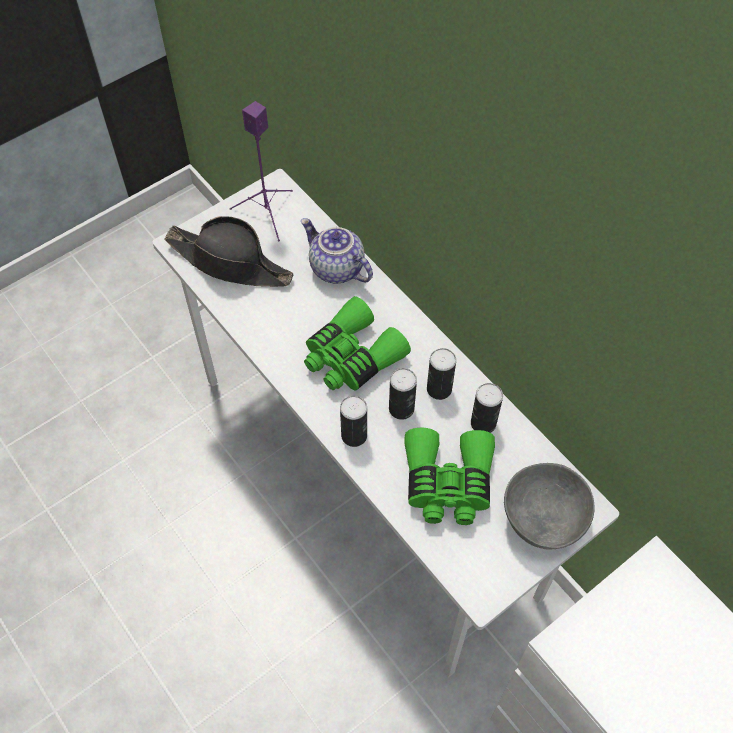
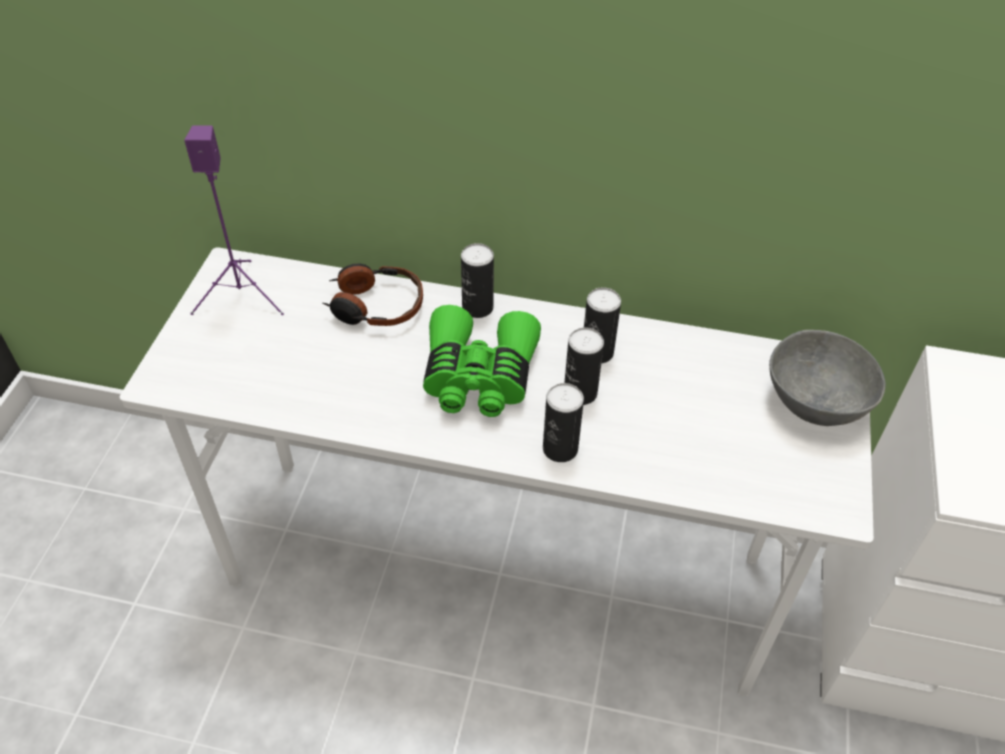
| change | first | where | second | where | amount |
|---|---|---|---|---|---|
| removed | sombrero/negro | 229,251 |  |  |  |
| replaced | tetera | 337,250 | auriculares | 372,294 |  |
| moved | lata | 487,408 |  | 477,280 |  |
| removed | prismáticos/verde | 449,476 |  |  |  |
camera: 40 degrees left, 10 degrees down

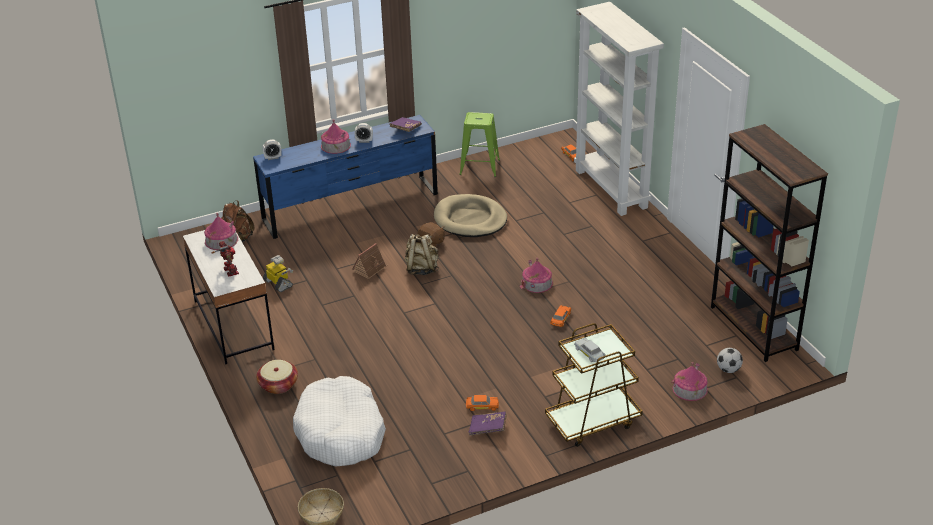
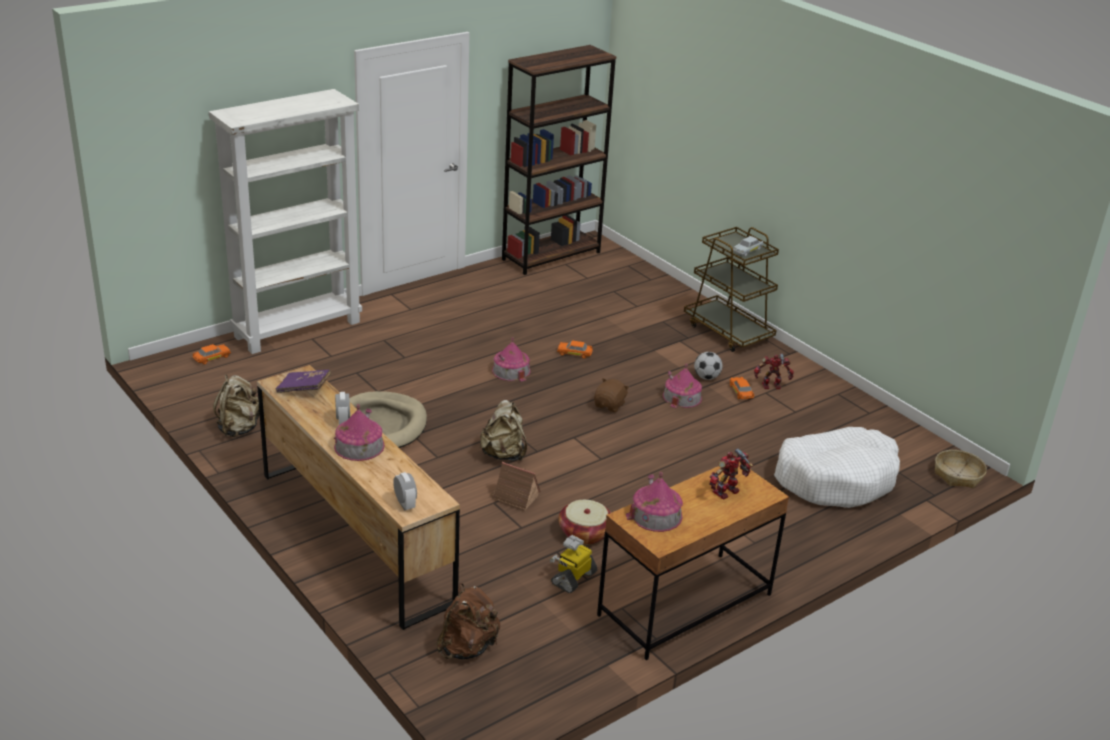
| change | first | where | second | where | amount |
|---|---|---|---|---|---|
| replaced | taburete/verde | 479,144 | mochila/beis | 236,405 |  |
| recoloured | cómoda/azul | 345,177 | cómoda/marrón | 358,497 |  |
| moved | peluche/marrón | 431,234 |  | 612,395 |  |
| recoloured | escritorio/blanco | 229,297 | escritorio/marrón | 693,561 |  |
| moved | balón de fútbol | 730,360 |  | 708,366 |  |
| moved | cesta | 277,377 |  | 584,522 |  |
| moved | casita | 689,381 |  | 682,386 |  |
| replaced | libro/morado | 488,423 | robot de juguete | 774,371 |  |
camera: 105 degrees left, 5 degrees down

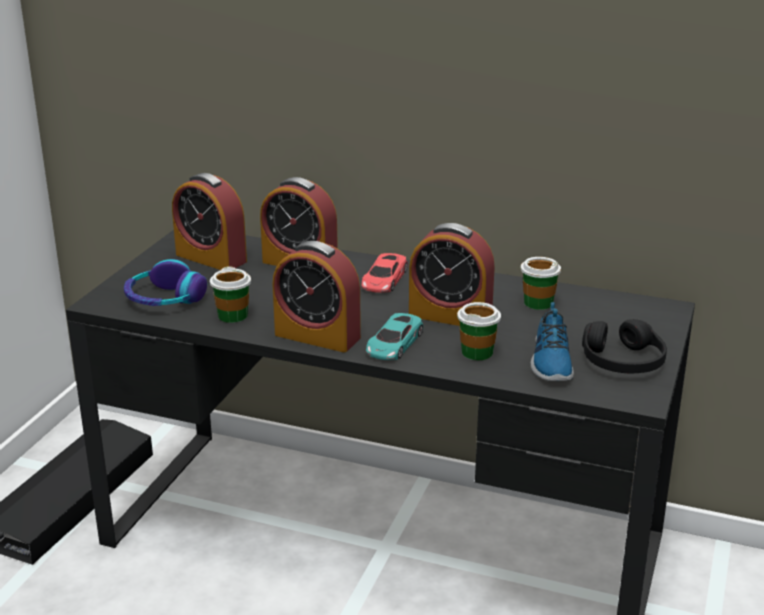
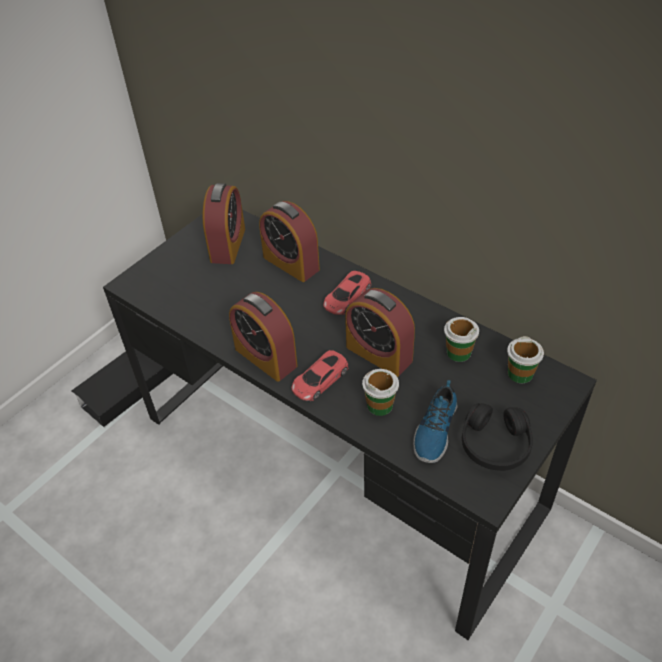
| change | first | where | second | where | amount |
|---|---|---|---|---|---|
| turned | despertador | 209,221 |  | 224,223 | 135 degrees counterclockwise |
| removed | auriculares | 165,282 |  |  |  |
| moved | taza | 230,294 |  | 525,359 |  |
| recoloured | coche de juguete/turquesa | 394,336 | coche de juguete/rojo | 320,375 |  |
camera: 20 degrees right, 20 degrees up

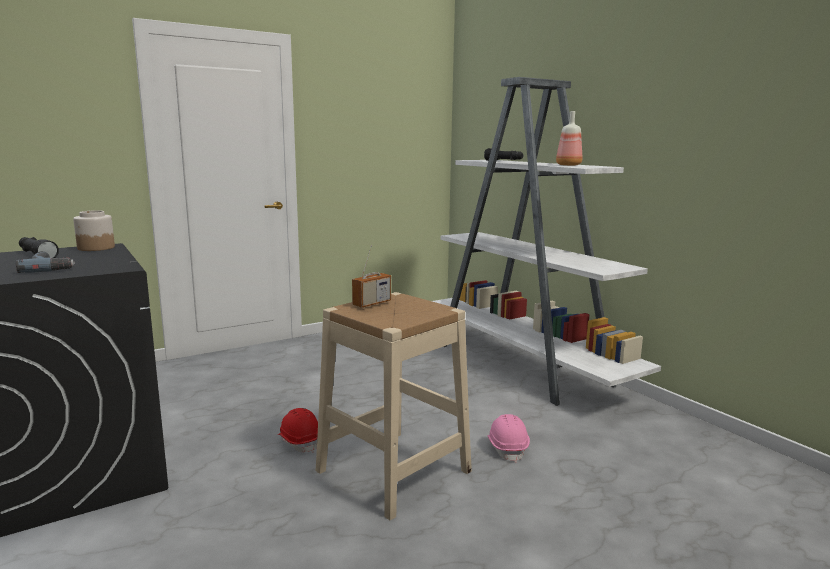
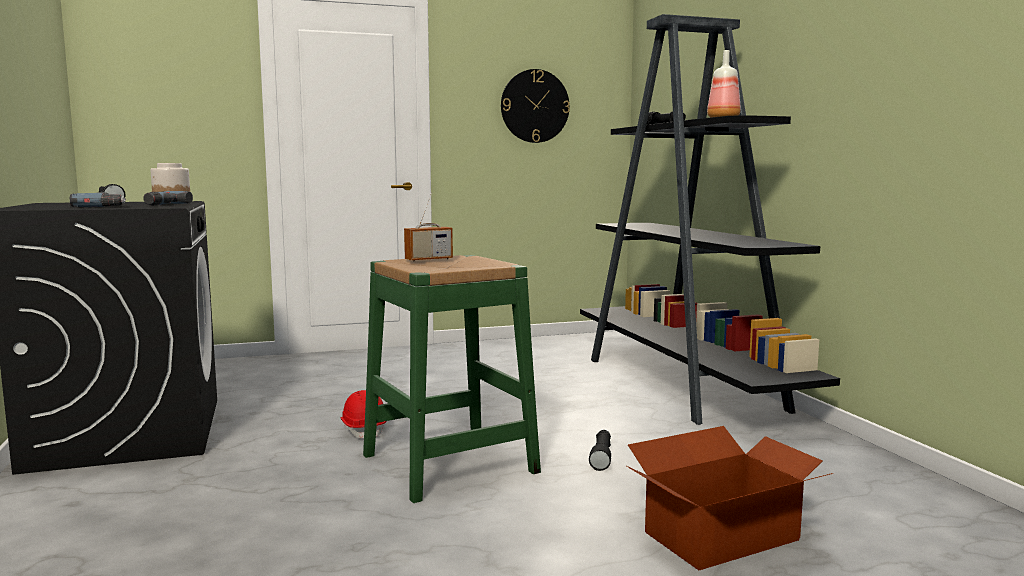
| change | first | where | second | where | amount |
|---|---|---|---|---|---|
| recoloured | estantería/blanco | 546,241 | estantería/negro | 710,219 |  |
| recoloured | taburete/beis | 394,406 | taburete/verde | 452,379 |  |
| replaced | casco/rosa | 508,438 | linterna/negro | 600,450 |  |
| added |  |  | reloj de pared | 535,106 |  |
| added |  |  | taladro | 168,198 |  |
| added |  |  | caja de cartón | 730,498 |  |
camera: 15 degrees right, 5 degrees down

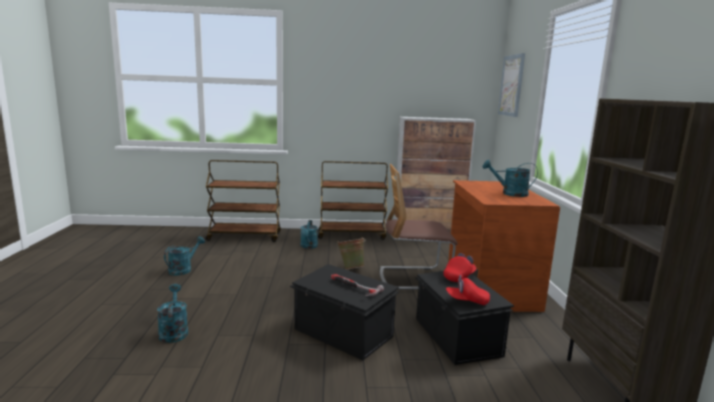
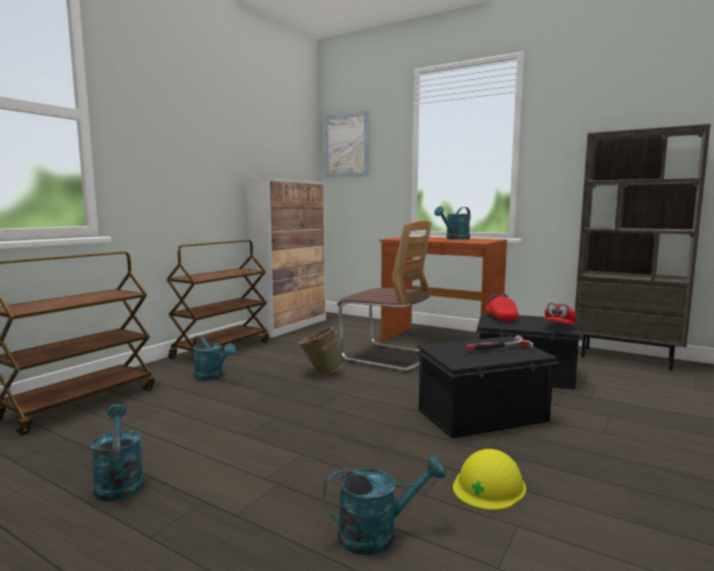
| change | first | where | second | where | amount |
|---|---|---|---|---|---|
| turned | silla | 418,226 |  | 384,296 | 90 degrees counterclockwise |
| turned | regadera/turquesa | 172,313 |  | 384,505 | 150 degrees clockwise |
| added |  |  | casco/amarillo | 489,479 |  |
camera: 55 degrees left, 5 degrees down

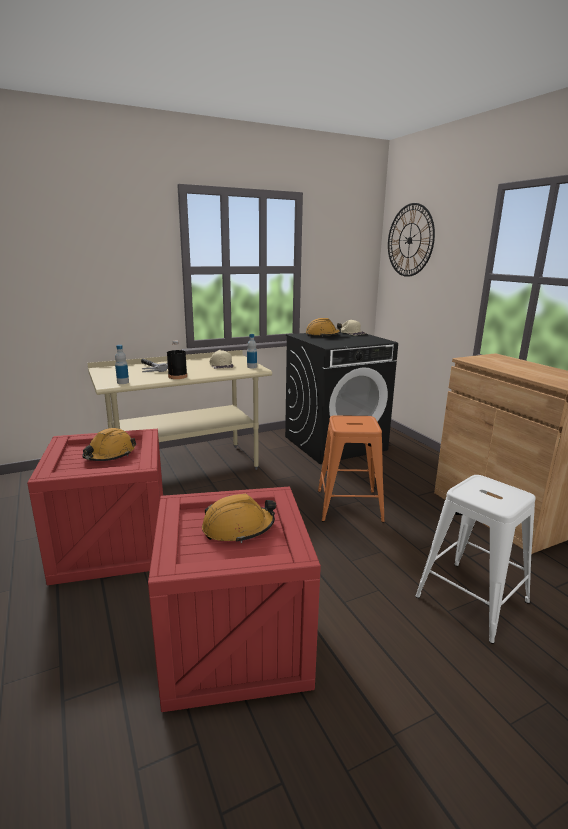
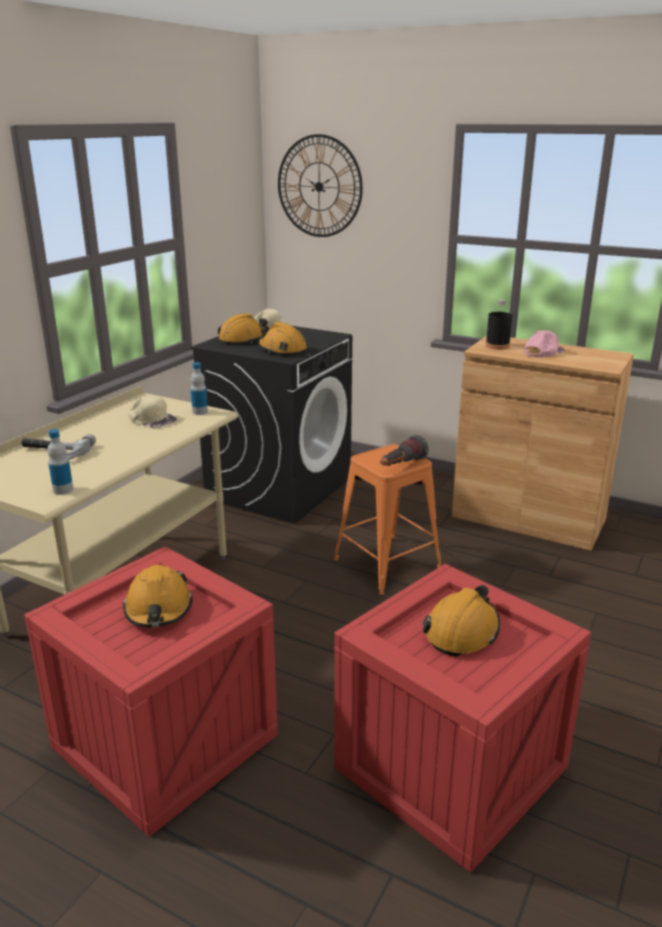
| change | first | where | second | where | amount |
|---|---|---|---|---|---|
| moved | botella/negro | 177,360 |  | 498,325 |  |
| removed | taburete/blanco | 475,559 |  |  |  |
| added |  |  | casco/naranja | 282,339 |  |
| added |  |  | gorra/rosa | 544,344 |  |
| added |  |  | linterna | 404,450 |  |
camera: 35 degrees left, 5 degrees up

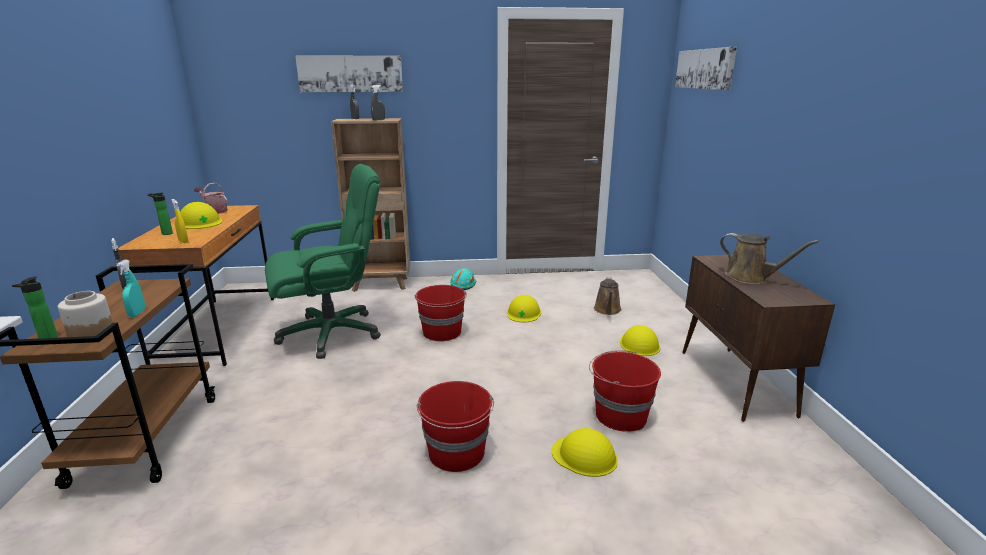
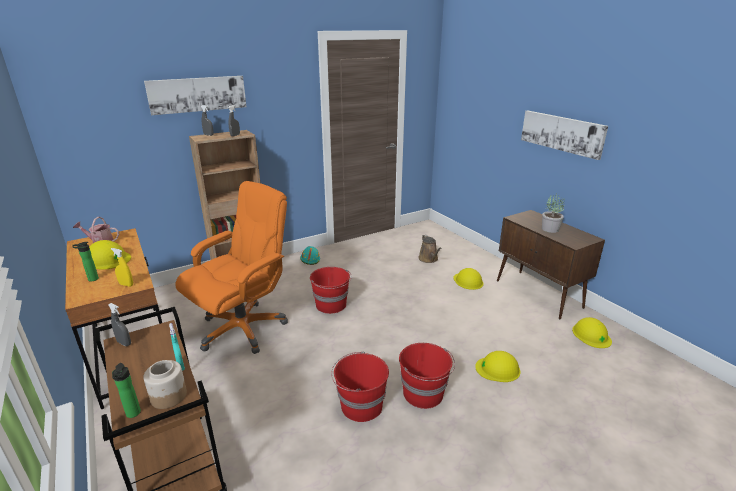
| change | first | where | second | where | amount |
|---|---|---|---|---|---|
| moved | cuadro | 706,68 |  | 564,135 |  |
| recoloured | silla de oficina/verde | 323,261 | silla de oficina/naranja | 231,267 |  |
| replaced | regadera/marrón | 769,258 | planta en maceta | 553,213 |  |
| moved | casco/amarillo | 524,308 |  | 592,332 |  |
| moved | cubo/rojo | 625,391 |  | 360,387 |  |
camera: 25 degrees left, 5 degrees up

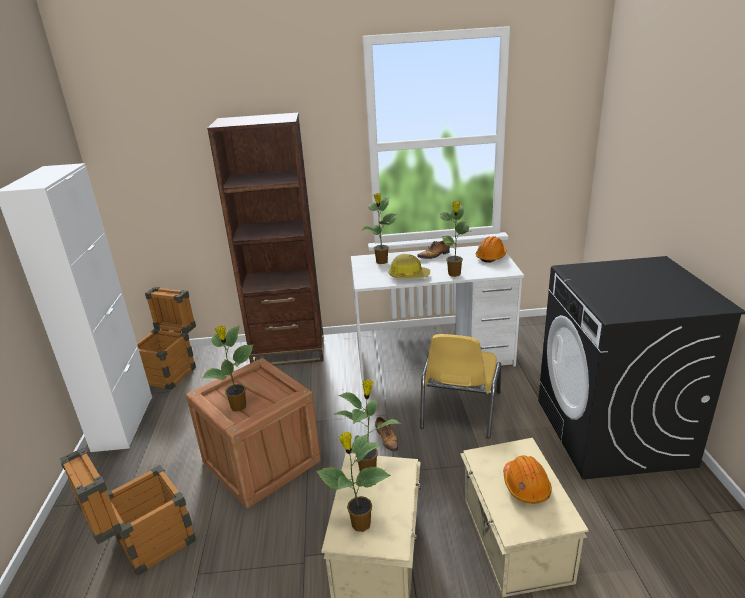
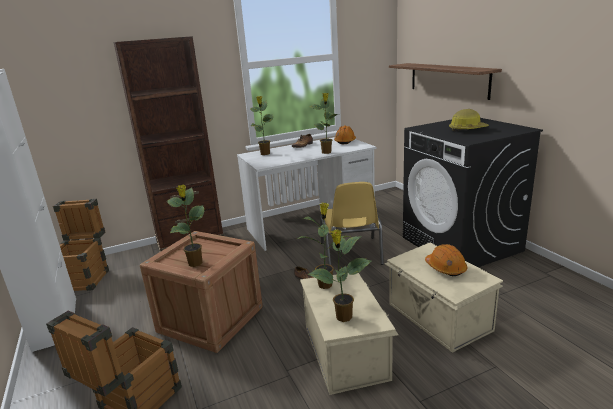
| change | first | where | second | where | amount |
|---|---|---|---|---|---|
| moved | casco | 409,266 |  | 469,120 |  |
| added |  |  | estante | 445,81 |  |
camera: 20 degrees left, 5 degrees down

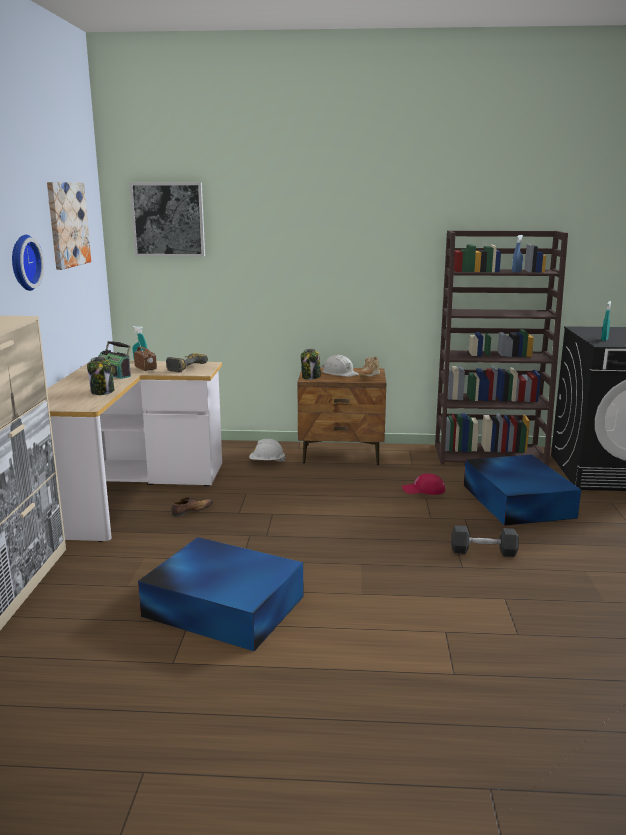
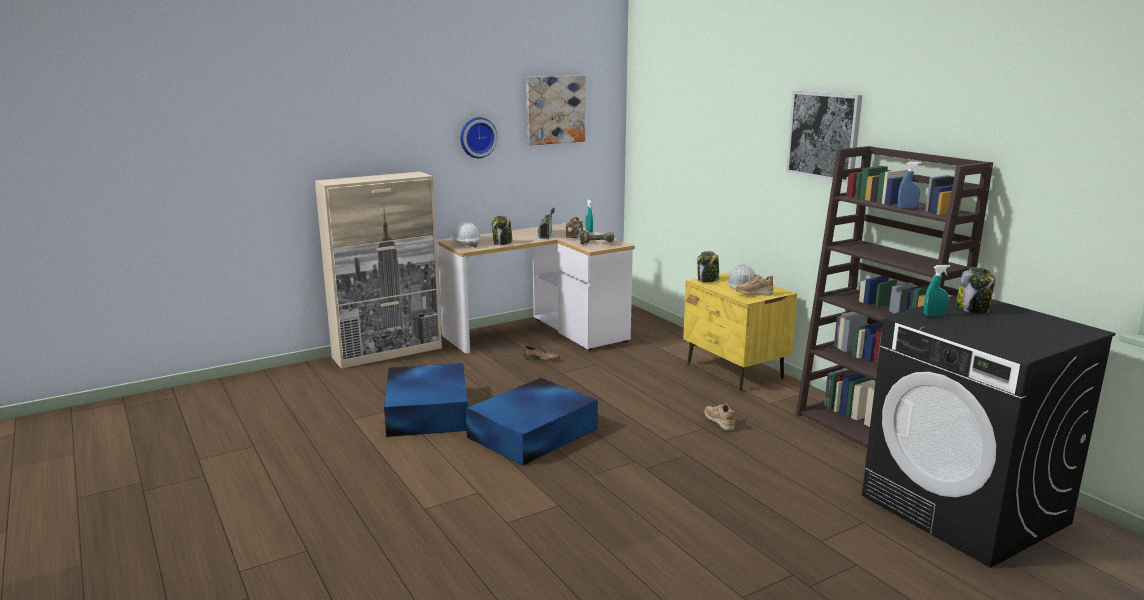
| change | first | where | second | where | amount |
|---|---|---|---|---|---|
| moved | cuadro | 167,219 |  | 824,137 |  |
| recoloured | mesita de noche/marrón | 342,416 | mesita de noche/amarillo | 740,331 |  |
| moved | casco/blanco | 267,450 |  | 465,234 |  |
| moved | caja de almacenaje/azul | 522,490 |  | 532,421 |  |
| replaced | gorra/rojo | 423,484 | zapato/beis | 719,417 |  |
| removed | mancuerna/gris | 485,541 |  |  |  |
| added |  |  | tarro | 975,290 |  |
camera: 55 degrees right, 0 degrees up

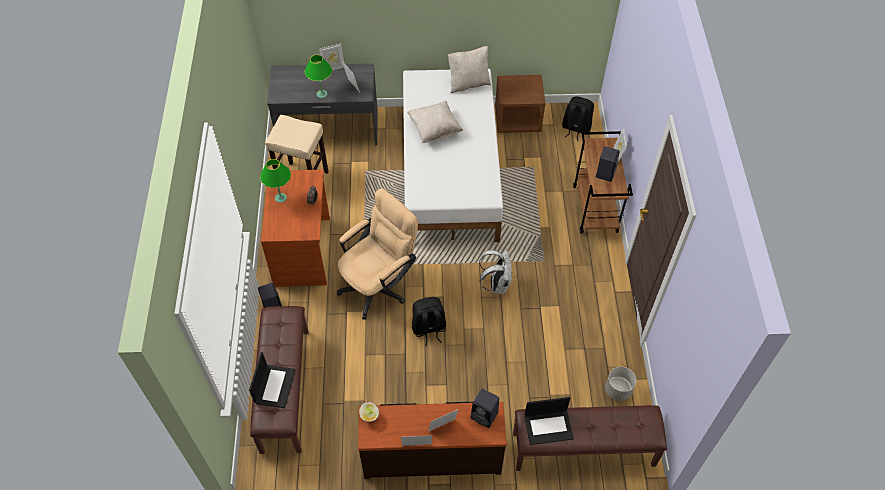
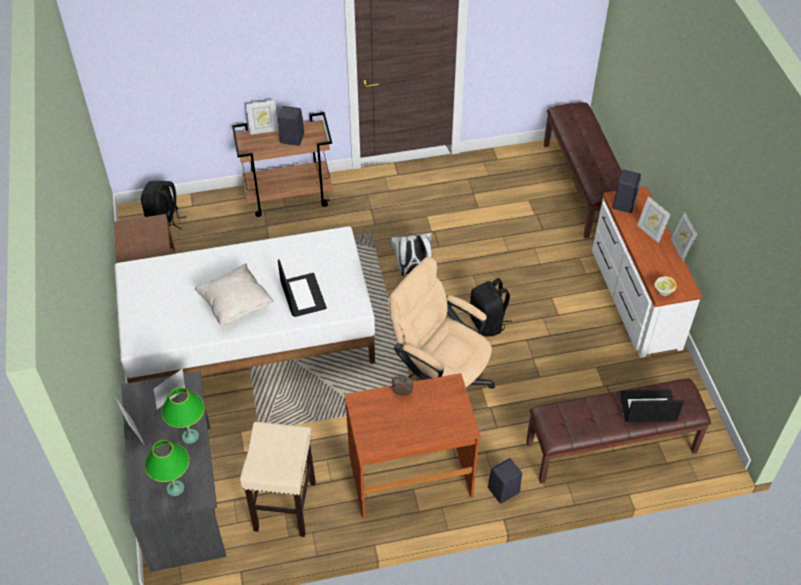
| change | first | where | second | where | amount |
|---|---|---|---|---|---|
| removed | cojín/beis | 469,69 |  |  |  |
| moved | lámpara de mesa/verde | 275,181 |  | 167,468 |  |
| removed | maceta/gris | 620,383 |  |  |  |
| moved | portátil | 549,421 |  | 302,288 |  |
| recoloured | cómoda/marrón | 432,440 | cómoda/blanco | 647,272 |  |
camera: 100 degrees left, 5 degrees down

